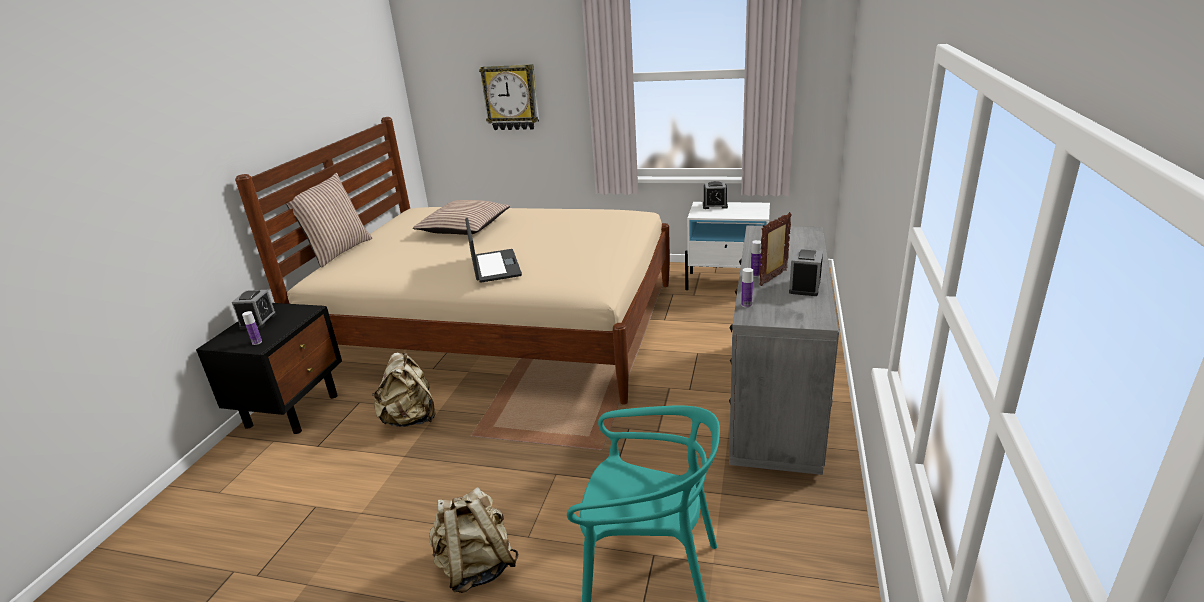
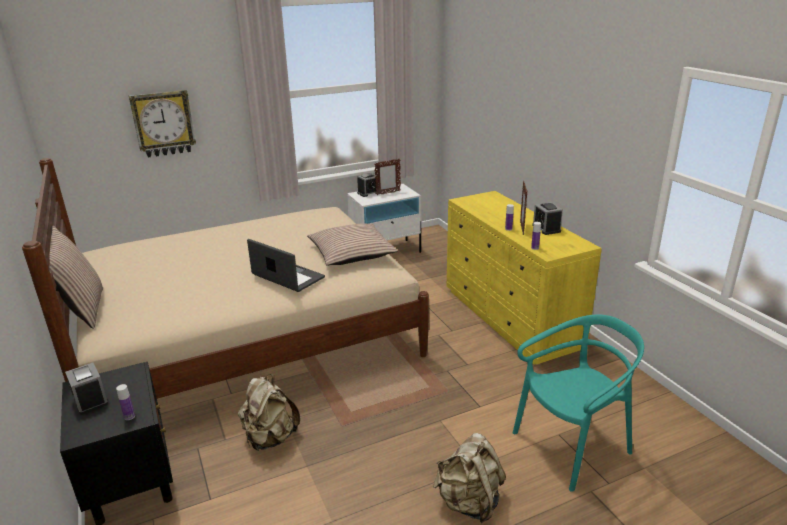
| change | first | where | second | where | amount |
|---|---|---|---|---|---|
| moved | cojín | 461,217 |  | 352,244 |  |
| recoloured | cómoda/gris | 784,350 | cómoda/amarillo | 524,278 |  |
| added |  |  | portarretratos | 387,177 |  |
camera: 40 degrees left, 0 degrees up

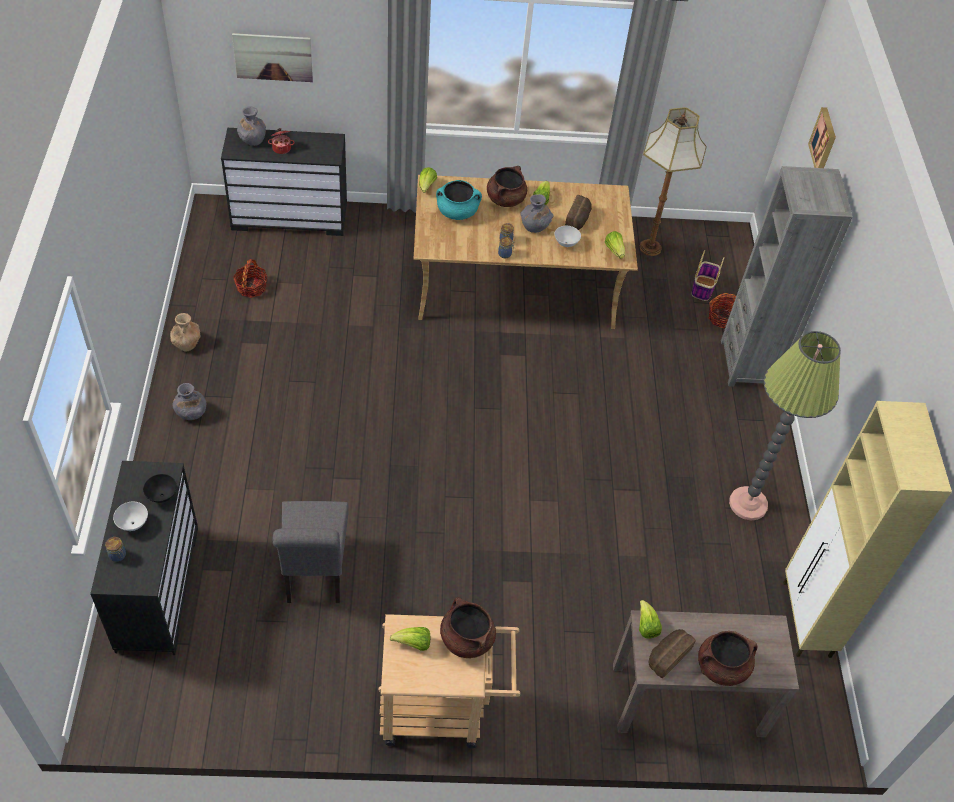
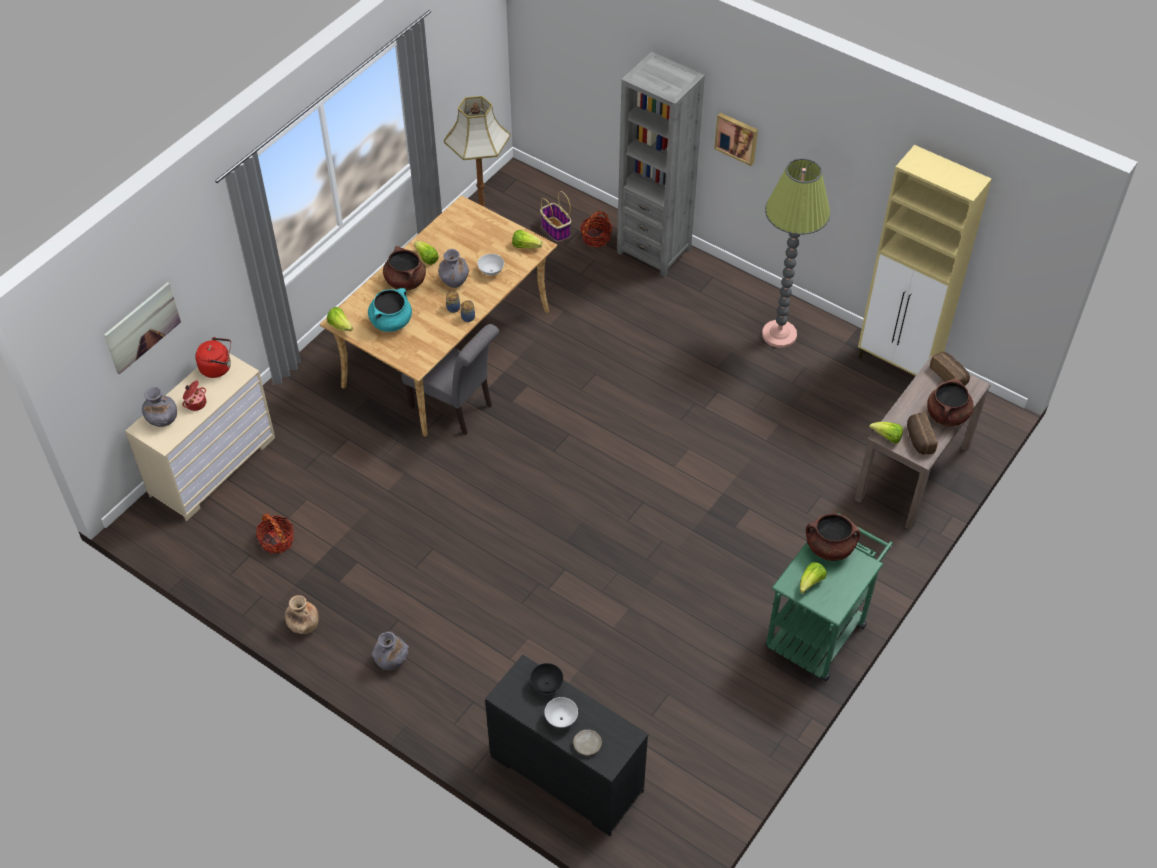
| change | first | where | second | where | amount |
|---|---|---|---|---|---|
| moved | cuadro | 822,137 |  | 736,139 |  |
| recoloured | cómoda/negro | 284,182 | cómoda/beis | 200,437 |  |
| moved | pan | 578,212 |  | 950,369 |  |
| moved | silla/gris | 310,552 |  | 450,379 |  |
| replaced | tarro | 115,549 | plato/beis | 587,742 |  |
| recoloured | carrito/beis | 449,681 | carrito/verde | 829,597 |  |
| added |  |  | hervidor/rojo | 213,357 |  |
camera: 50 degrees left, 0 degrees up

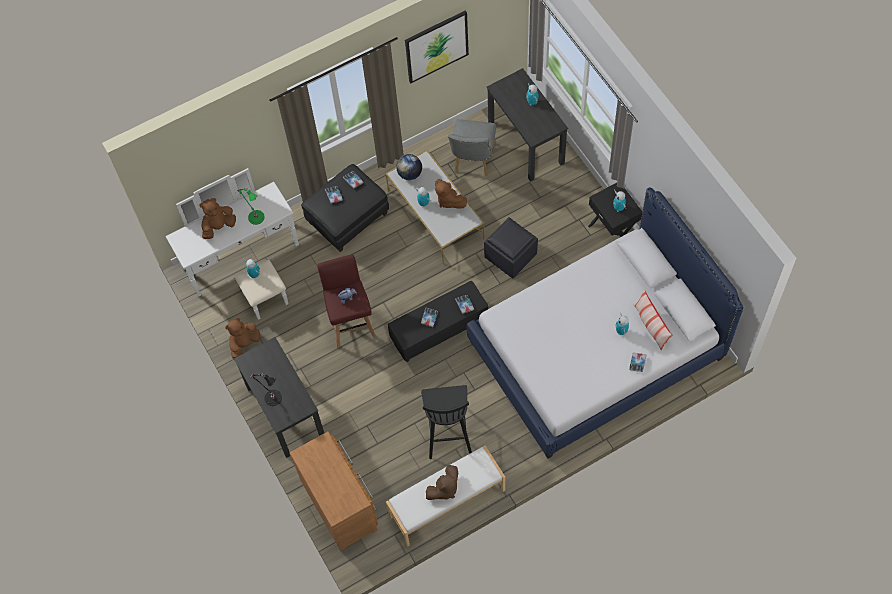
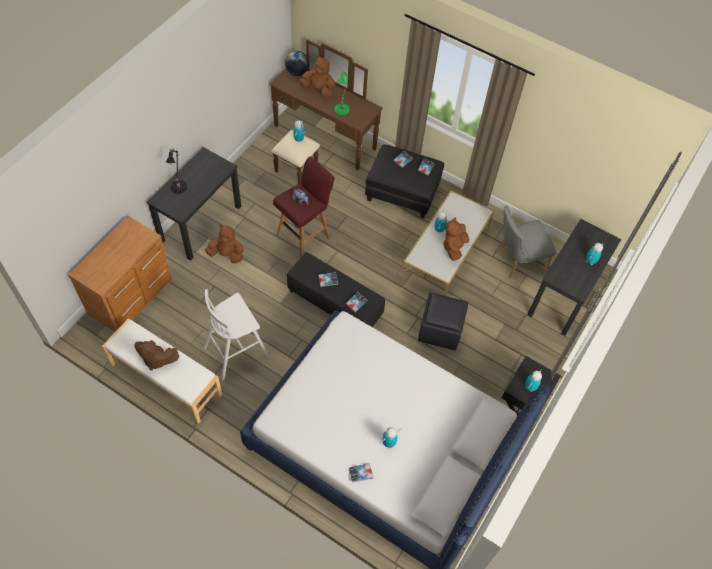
| change | first | where | second | where | amount |
|---|---|---|---|---|---|
| removed | cuadro | 437,46 |  |  |  |
| moved | globo terráqueo | 409,167 |  | 297,63 |  |
| recoloured | cómoda/blanco | 232,244 | cómoda/marrón | 326,111 |  |
| removed | cojín | 653,320 |  |  |  |
| moved | peluche/marrón | 242,338 |  | 224,243 |  |
| recoloured | taburete/negro | 446,422 | taburete/blanco | 236,334 |  |
camera: 55 degrees right, 5 degrees down

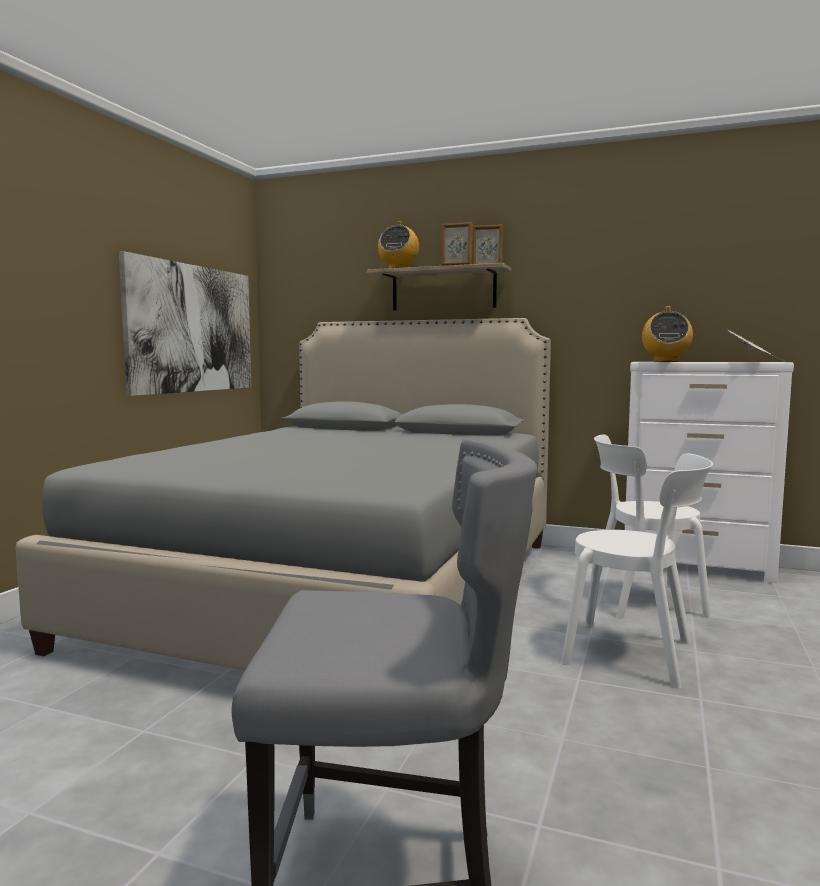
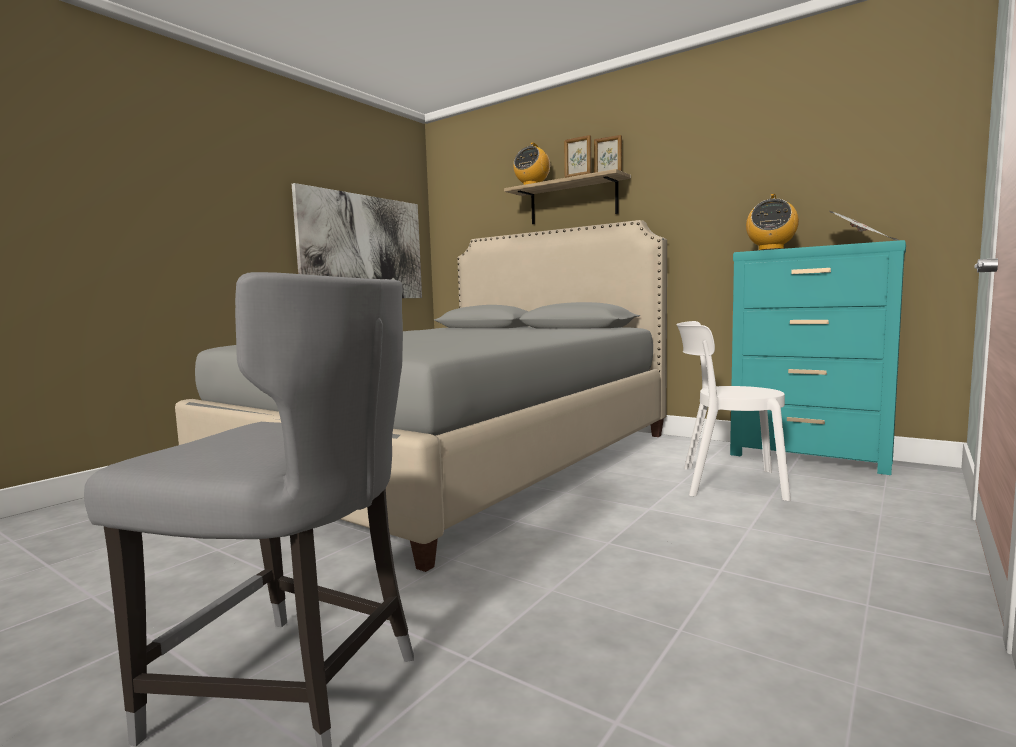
| change | first | where | second | where | amount |
|---|---|---|---|---|---|
| recoloured | cómoda/blanco | 709,472 | cómoda/turquesa | 818,357 |  |
| removed | silla/blanco | 637,571 |  |  |  |
camera: 15 degrees right, 0 degrees up

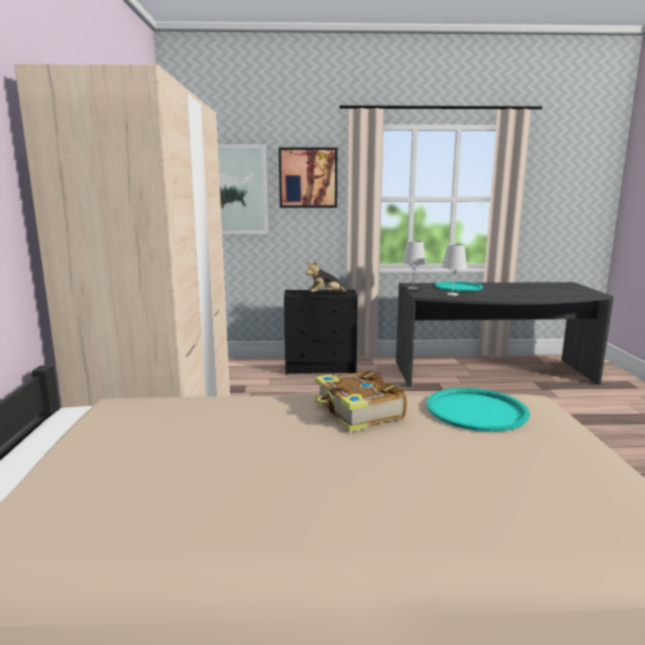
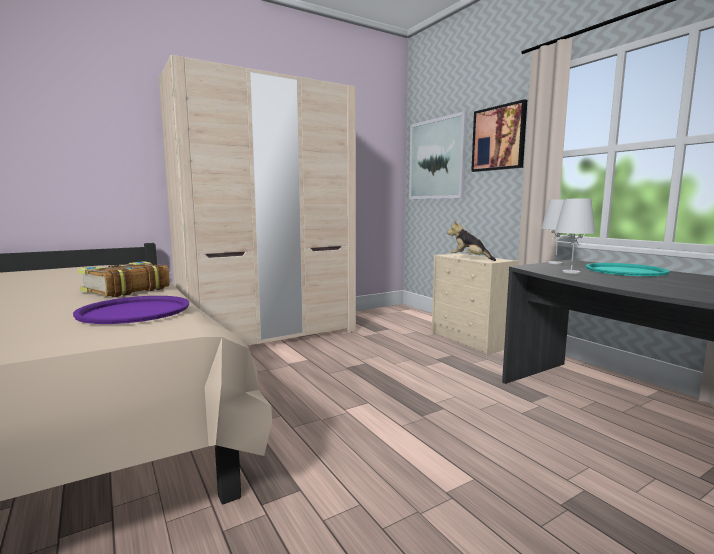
| change | first | where | second | where | amount |
|---|---|---|---|---|---|
| recoloured | cómoda/negro | 321,332 | cómoda/beis | 475,304 |  |
| recoloured | bandeja/turquesa | 478,410 | bandeja/morado | 131,310 |  |
camera: 60 degrees right, 5 degrees down

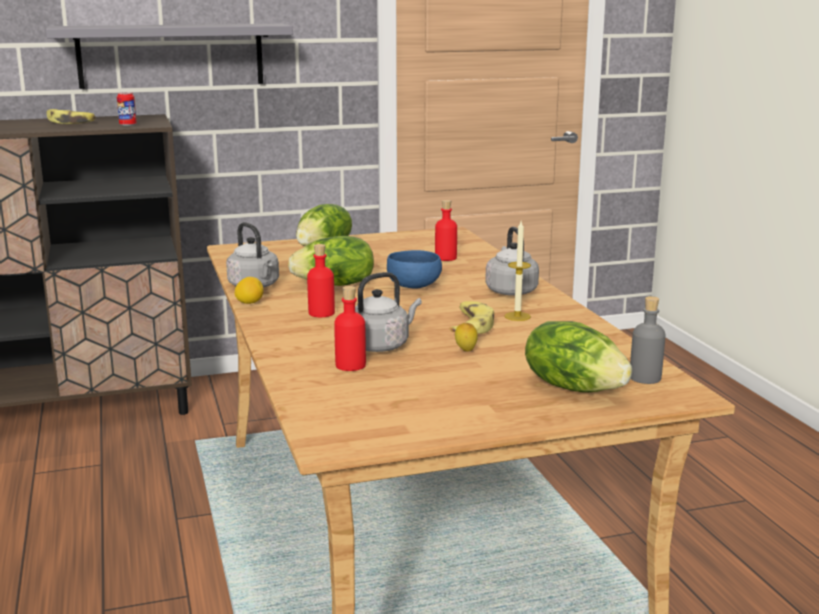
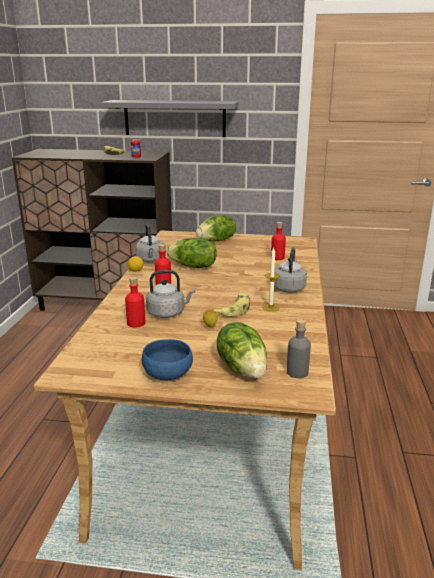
| change | first | where | second | where | amount |
|---|---|---|---|---|---|
| moved | cuenco/azul | 414,269 |  | 167,359 |  |
camera: 25 degrees right, 5 degrees up

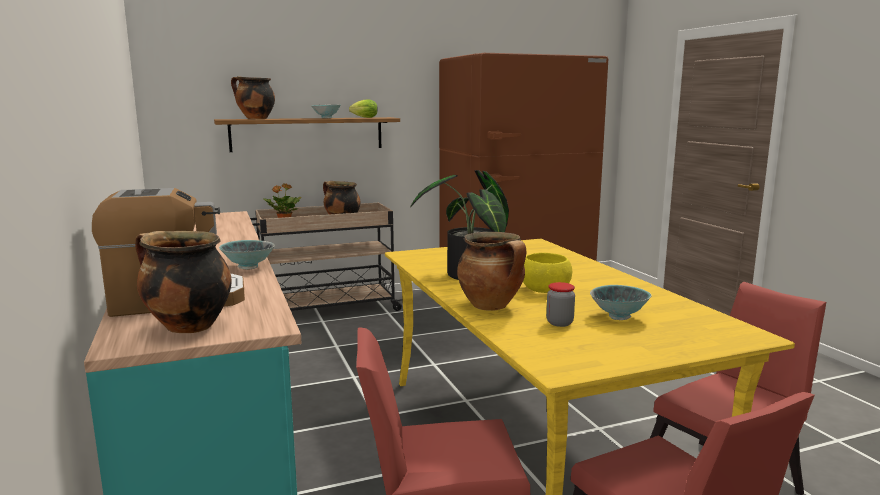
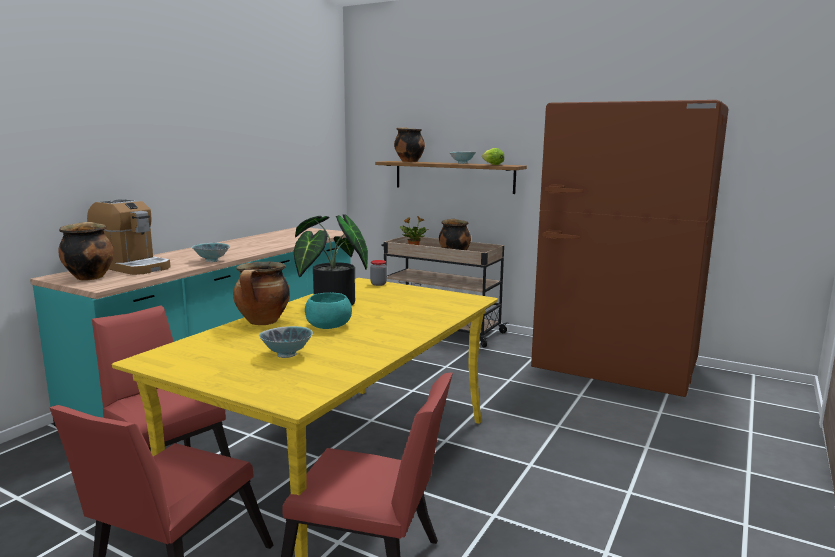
| change | first | where | second | where | amount |
|---|---|---|---|---|---|
| recoloured | cuenco/amarillo | 547,273 | cuenco/turquesa | 328,311 |  |
| moved | tarro | 560,304 |  | 378,273 |  |
camera: 50 degrees right, 0 degrees up

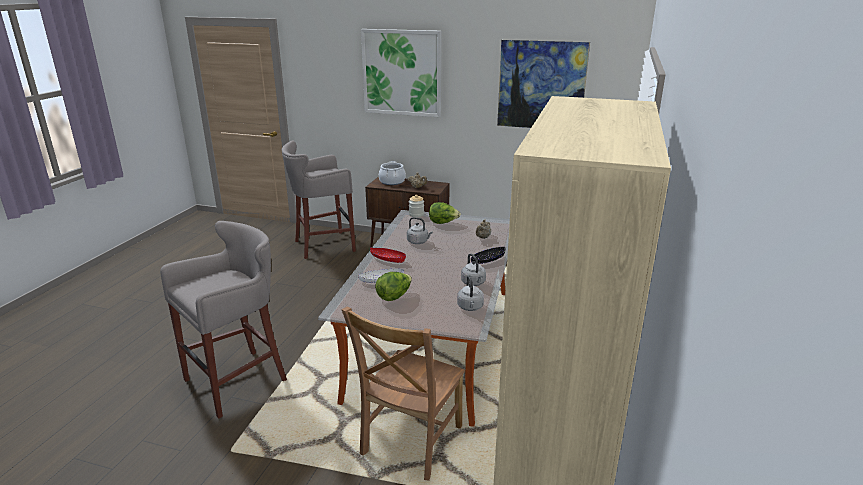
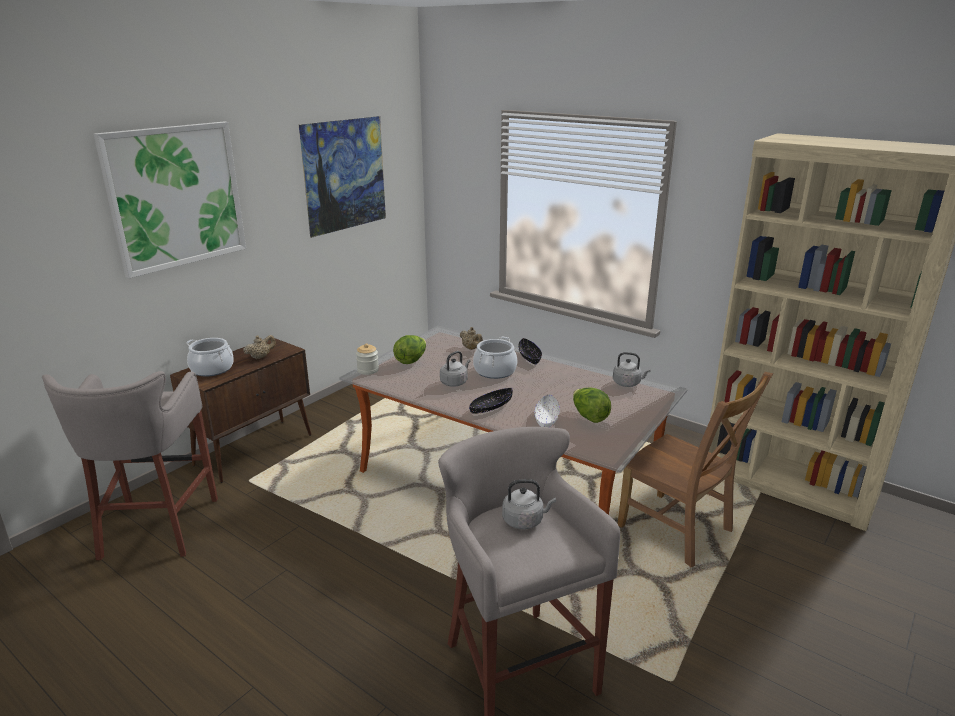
| change | first | where | second | where | amount |
|---|---|---|---|---|---|
| recoloured | cuenco/rojo | 388,255 | cuenco/negro | 491,401 |  |
| moved | hervidor/gris | 473,269 |  | 529,504 |  |
| added |  |  | olla | 495,358 |  |
camera: 70 degrees left, 0 degrees up

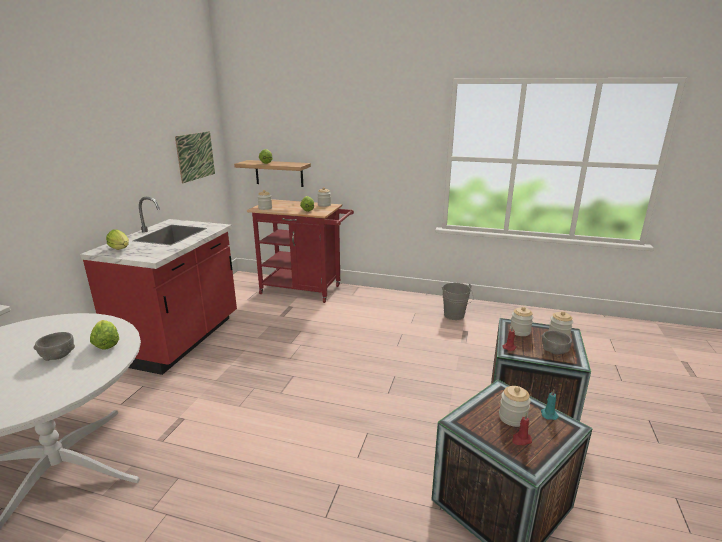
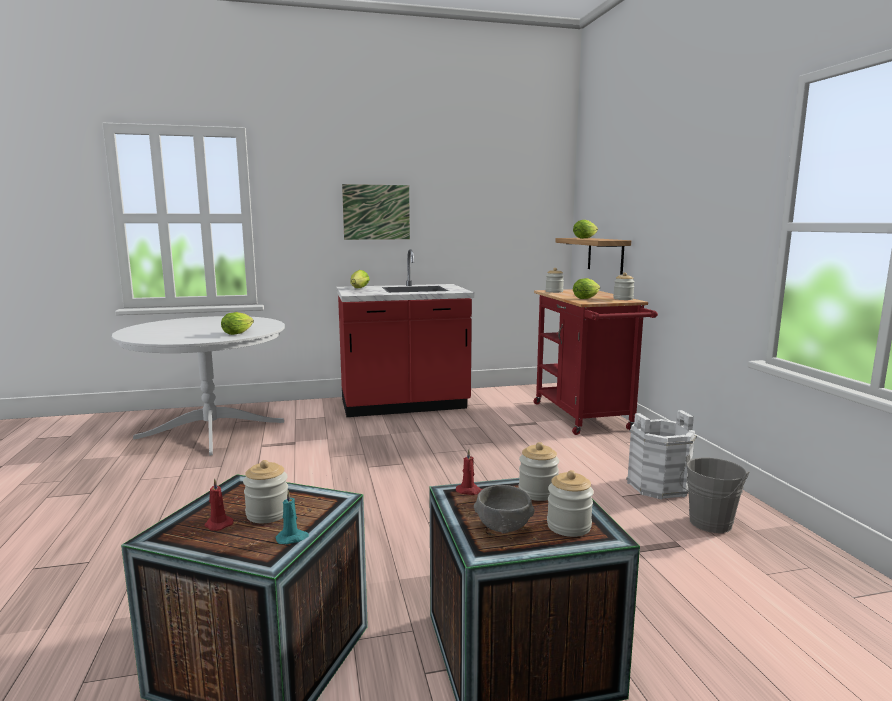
| change | first | where | second | where | amount |
|---|---|---|---|---|---|
| moved | cuadro | 195,157 |  | 376,212 |  |
| removed | cuenco/gris | 54,346 |  |  |  |
| added |  |  | cubo/blanco | 661,454 |  |
camera: 60 degrees right, 10 degrees down

